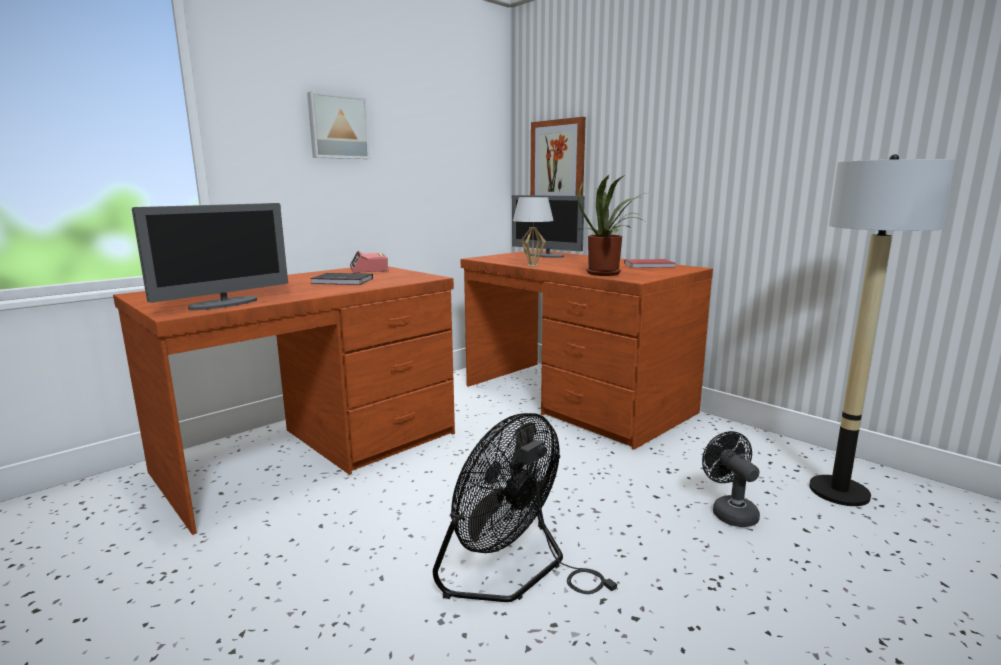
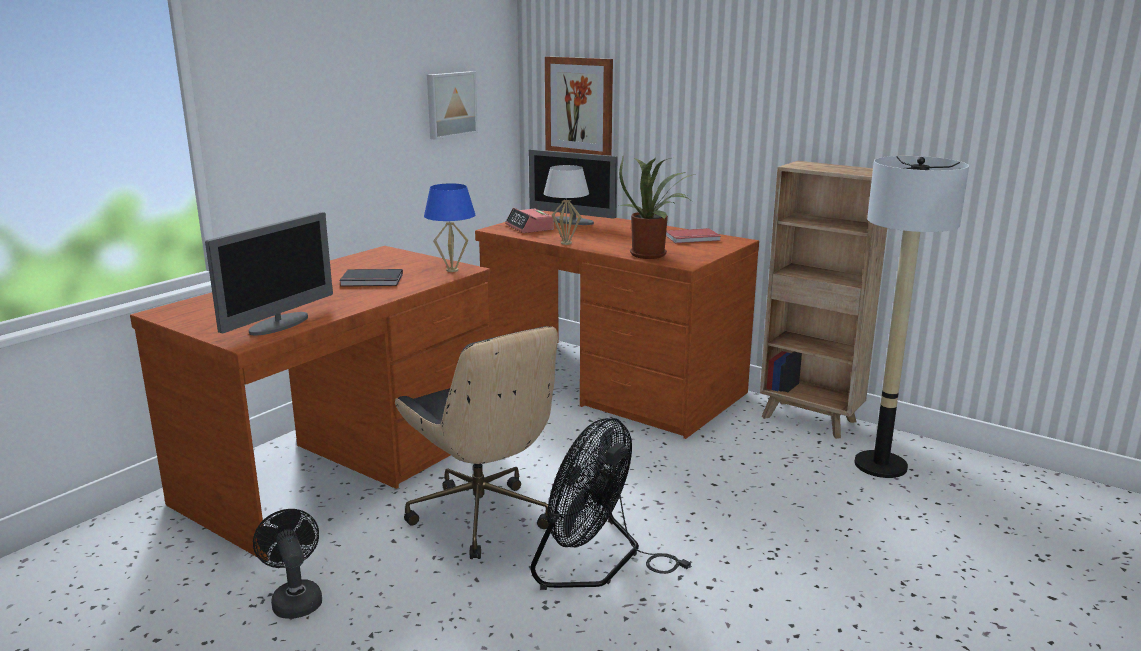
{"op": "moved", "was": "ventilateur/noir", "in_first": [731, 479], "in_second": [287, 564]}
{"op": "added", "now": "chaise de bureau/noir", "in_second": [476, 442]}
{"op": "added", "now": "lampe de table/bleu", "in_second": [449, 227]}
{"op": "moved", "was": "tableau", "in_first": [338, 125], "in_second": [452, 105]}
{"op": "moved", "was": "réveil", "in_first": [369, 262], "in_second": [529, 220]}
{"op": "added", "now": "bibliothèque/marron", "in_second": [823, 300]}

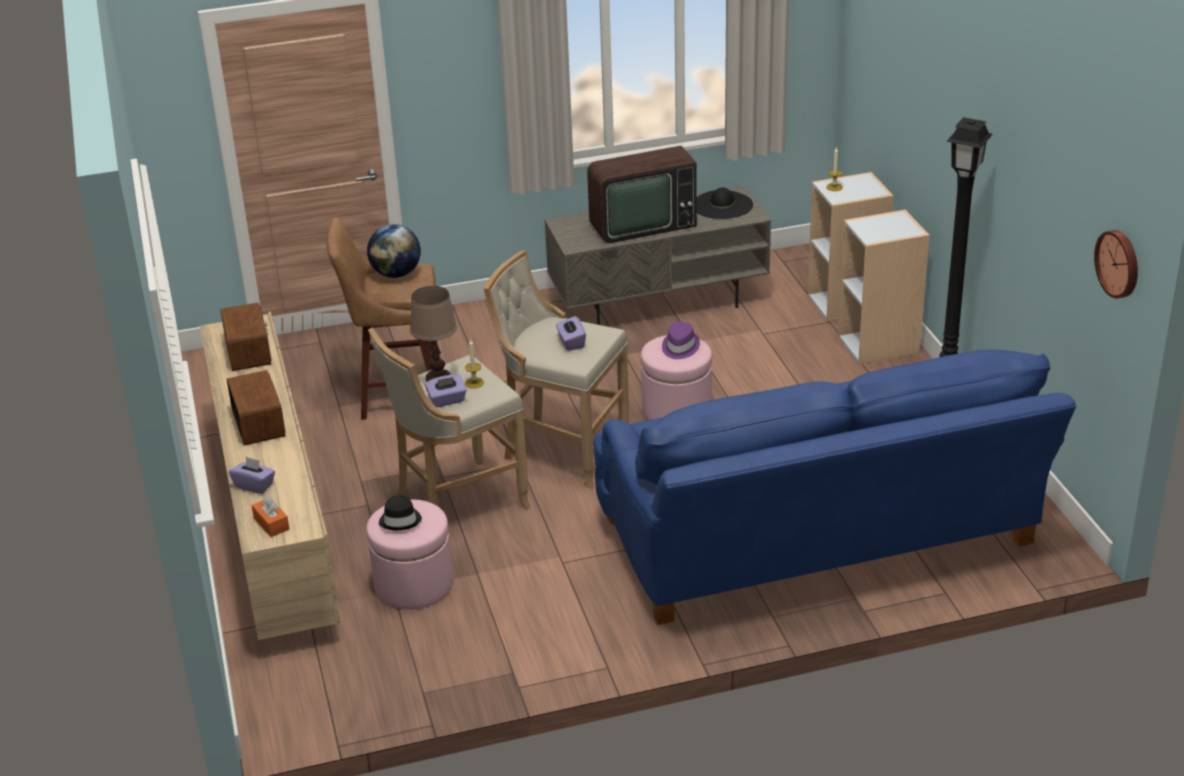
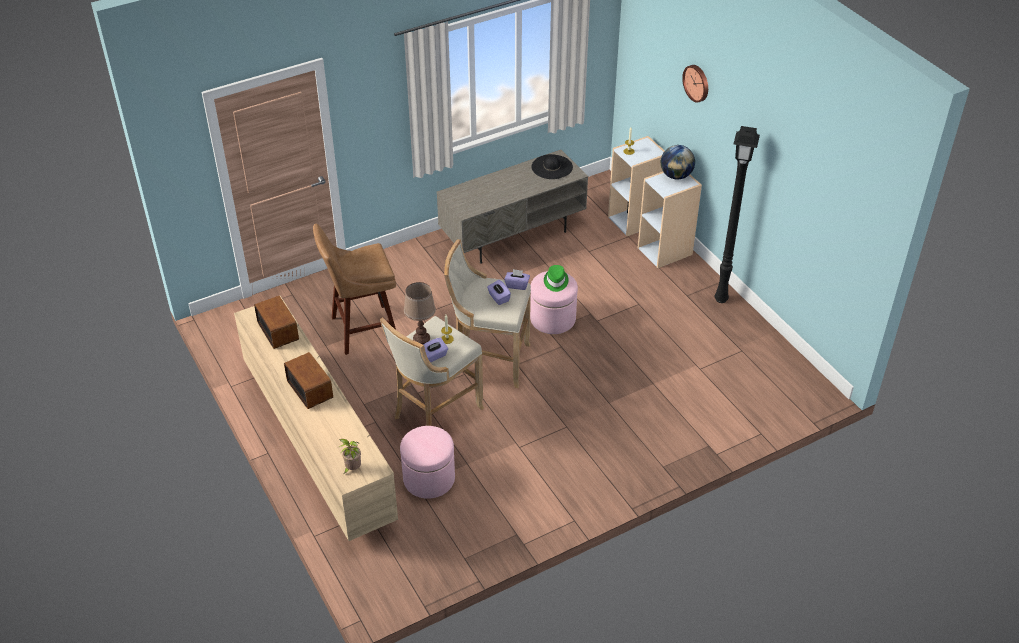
{"op": "replaced", "was": "boîte à mouchoirs/orange", "now": "plante en pot", "in_first": [270, 516], "in_second": [350, 456]}
{"op": "moved", "was": "boîte à mouchoirs/violet", "in_first": [252, 475], "in_second": [517, 279]}
{"op": "recoloured", "was": "chapeau/violet", "now": "chapeau/vert", "in_first": [681, 340], "in_second": [556, 278]}
{"op": "moved", "was": "globe", "in_first": [394, 251], "in_second": [678, 162]}
{"op": "moved", "was": "horloge murale", "in_first": [1116, 264], "in_second": [695, 84]}
{"op": "removed", "was": "chapeau/noir", "in_first": [400, 512]}
{"op": "removed", "was": "téléviseur", "in_first": [642, 194]}
{"op": "removed", "was": "canapé/bleu", "in_first": [834, 487]}

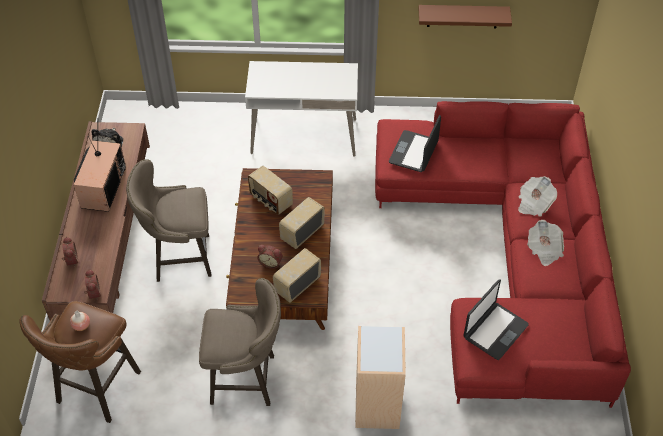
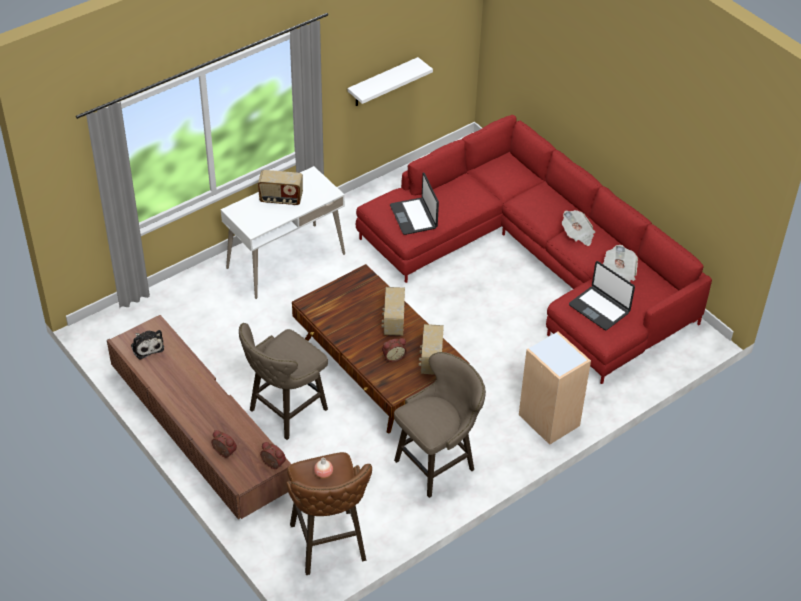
{"op": "moved", "was": "radio", "in_first": [270, 190], "in_second": [280, 187]}
{"op": "recoloured", "was": "étagère/marron", "now": "étagère/blanc", "in_first": [465, 16], "in_second": [390, 81]}
{"op": "turned", "was": "ordinateur portable", "in_first": [496, 319], "in_second": [602, 295], "clockwise": 135}
{"op": "moved", "was": "journal", "in_first": [537, 196], "in_second": [620, 263]}
{"op": "removed", "was": "téléviseur", "in_first": [100, 165]}

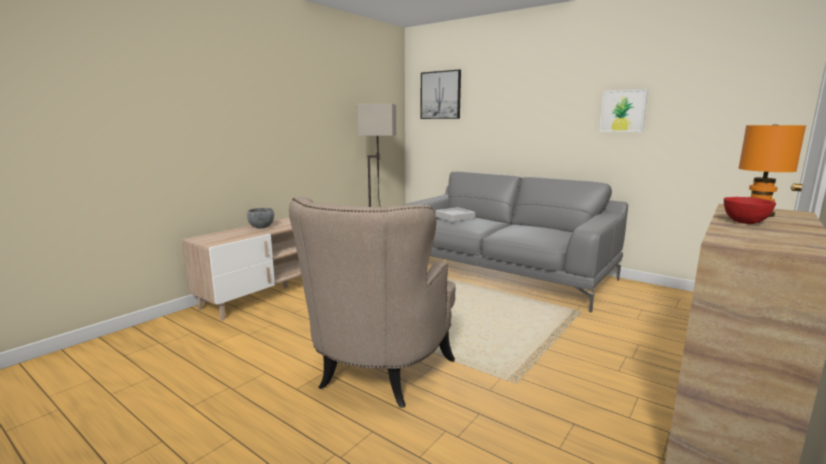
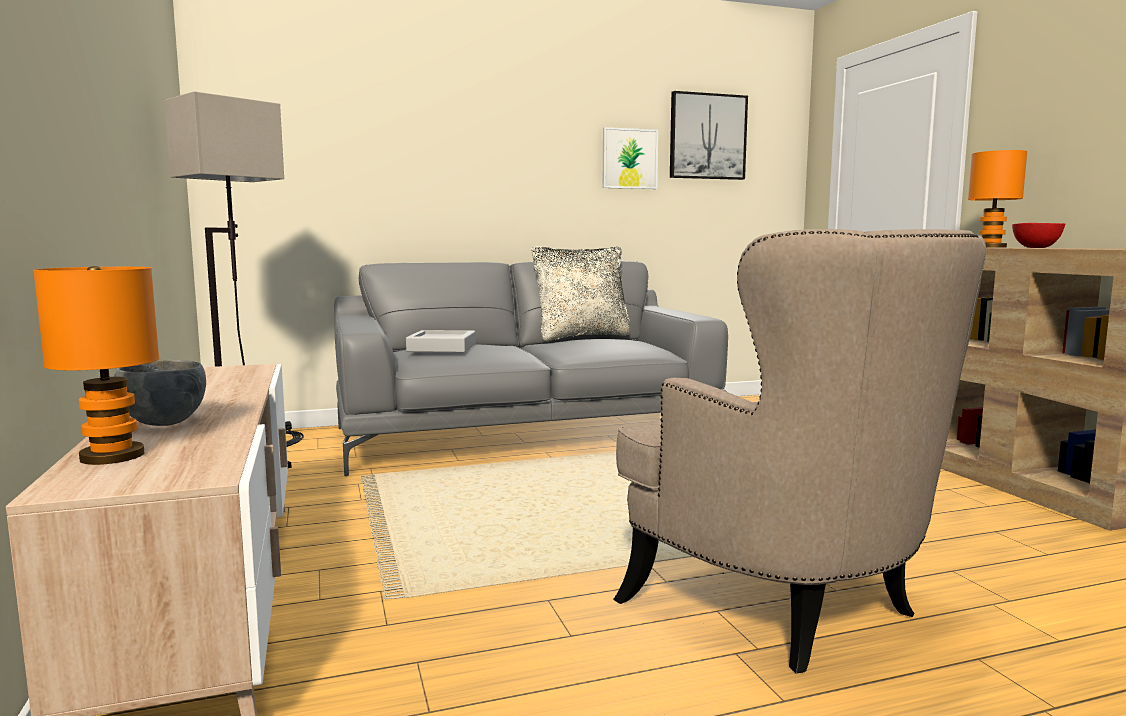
{"op": "added", "now": "lampe de table/orange", "in_second": [96, 365]}
{"op": "added", "now": "coussin/beige", "in_second": [580, 294]}
{"op": "moved", "was": "tableau", "in_first": [441, 94], "in_second": [709, 135]}

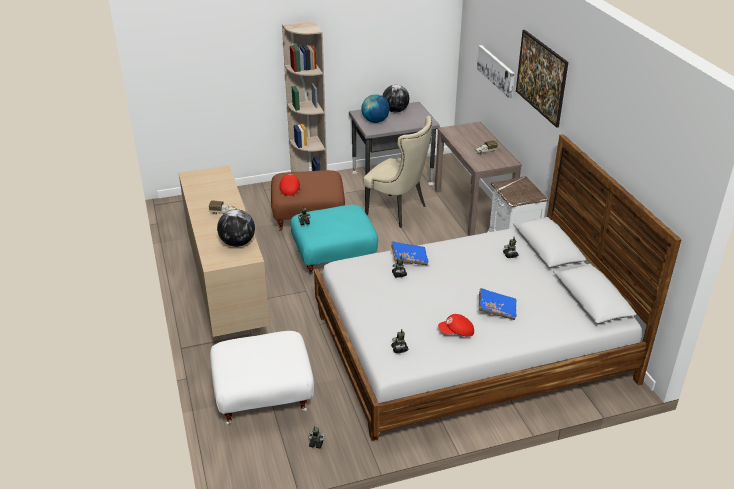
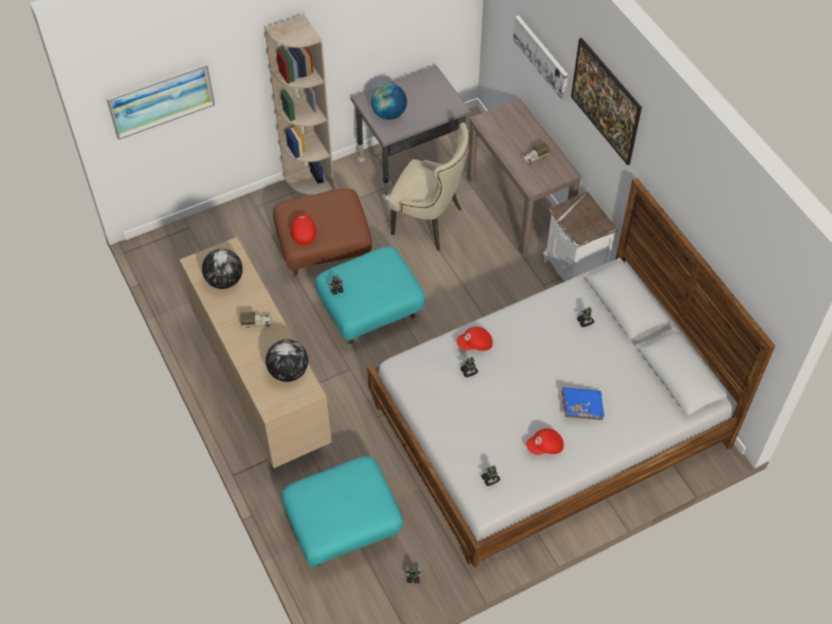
{"op": "added", "now": "tableau", "in_second": [160, 101]}
{"op": "moved", "was": "globe", "in_first": [396, 99], "in_second": [222, 269]}
{"op": "recoloured", "was": "pouf/blanc", "now": "pouf/turquoise", "in_first": [262, 377], "in_second": [342, 512]}
{"op": "replaced", "was": "livre/bleu", "now": "casquette/rouge", "in_first": [410, 254], "in_second": [474, 339]}

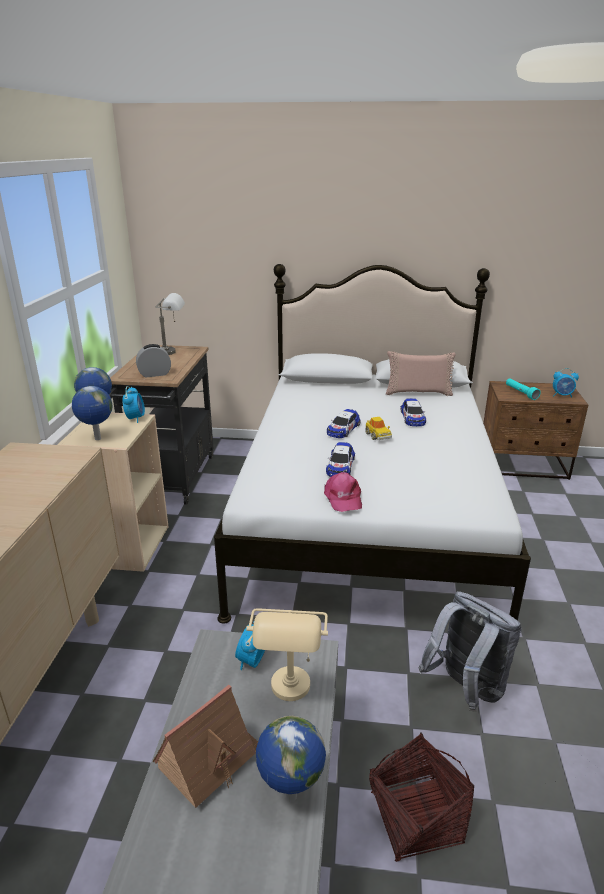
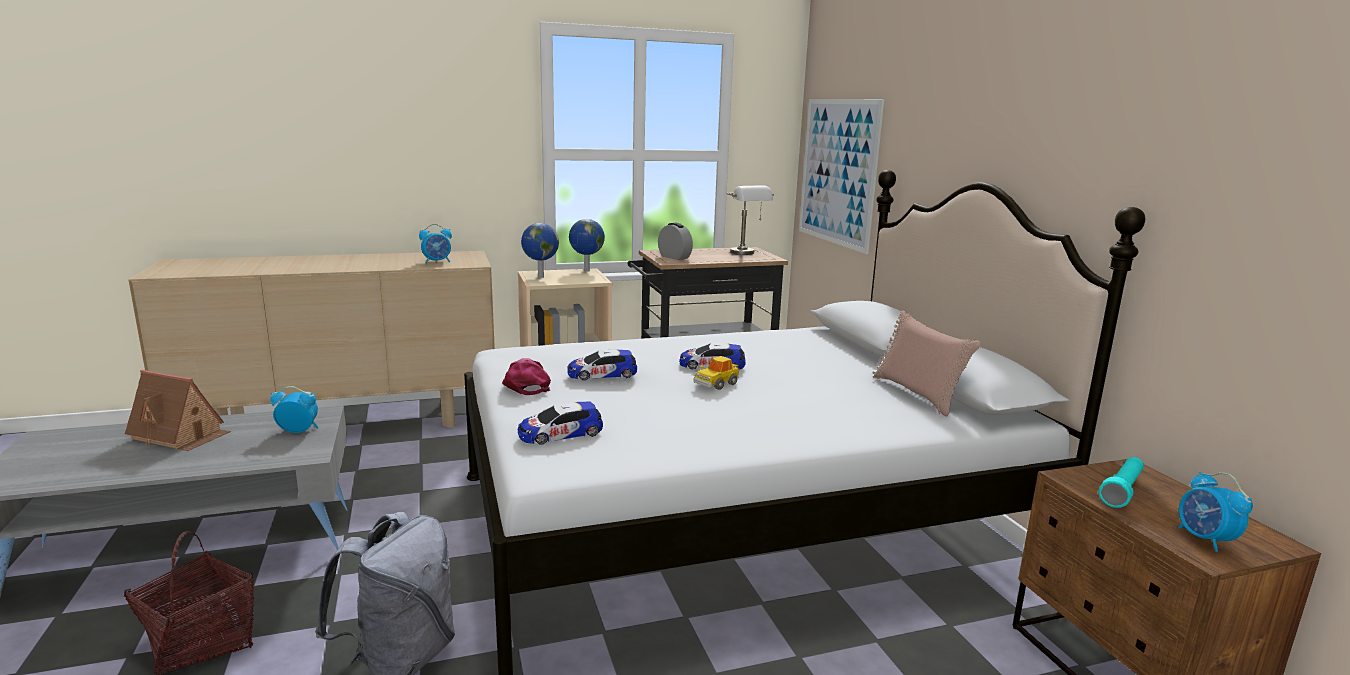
{"op": "moved", "was": "réveil", "in_first": [133, 404], "in_second": [435, 244]}
{"op": "turned", "was": "casquette/rose", "in_first": [343, 492], "in_second": [526, 376], "clockwise": 105}
{"op": "moved", "was": "petite voiture", "in_first": [413, 412], "in_second": [560, 423]}
{"op": "added", "now": "tableau", "in_second": [841, 176]}
{"op": "removed", "was": "lampe de table/beige", "in_first": [287, 654]}
{"op": "removed", "was": "globe", "in_first": [291, 758]}

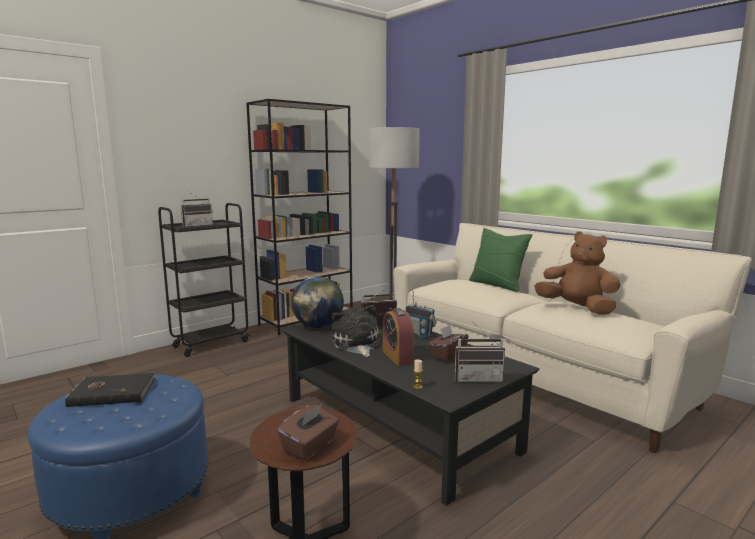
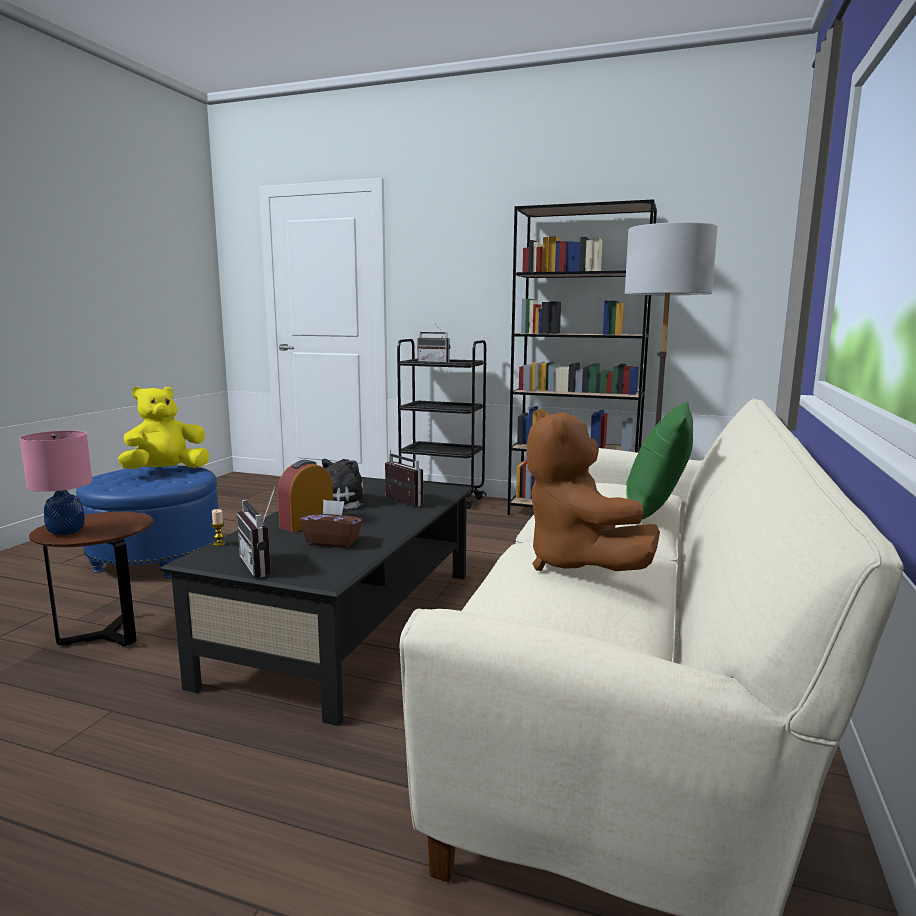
{"op": "replaced", "was": "boîte à mouchoirs/marron", "now": "lampe de table/rose", "in_first": [308, 432], "in_second": [56, 483]}
{"op": "replaced", "was": "livre/noir", "now": "peluche/jaune", "in_first": [110, 390], "in_second": [164, 427]}
{"op": "turned", "was": "peluche/marron", "in_first": [577, 273], "in_second": [593, 490], "clockwise": 150}
{"op": "removed", "was": "globe", "in_first": [317, 302]}
{"op": "removed", "was": "radio", "in_first": [421, 314]}

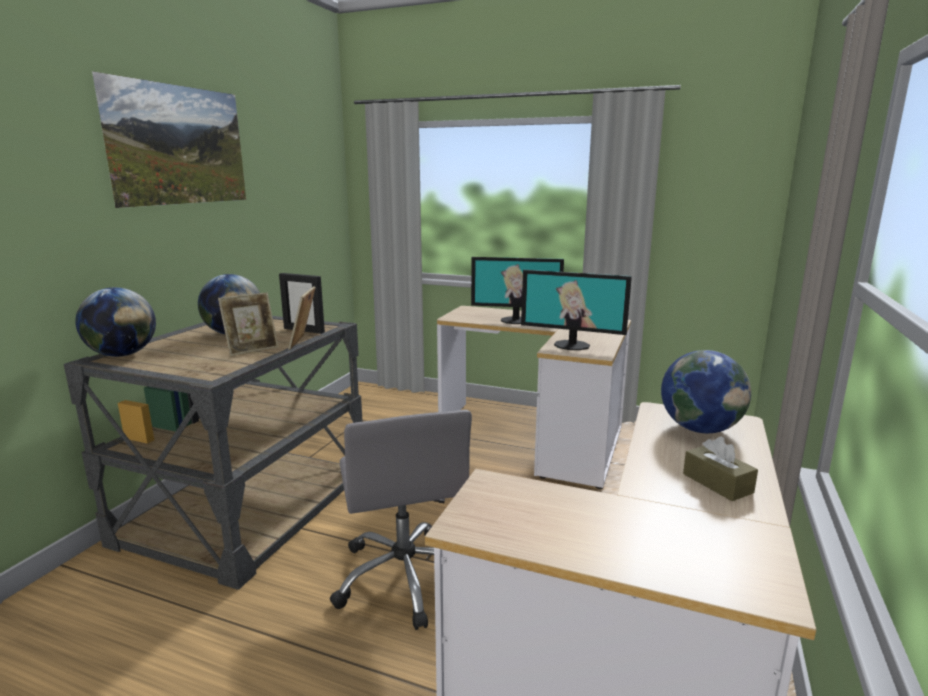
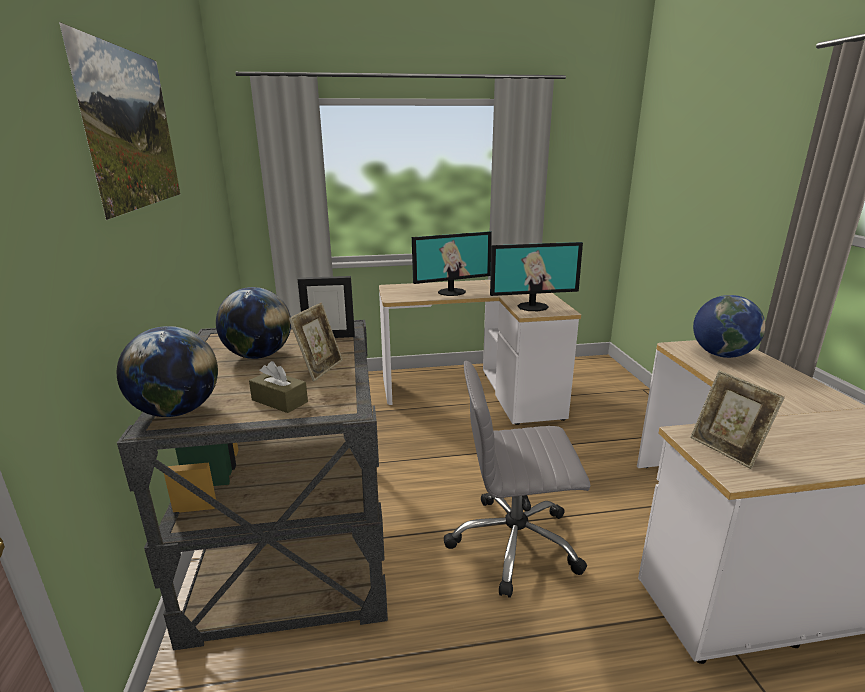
{"op": "moved", "was": "boîte à mouchoirs/marron", "in_first": [720, 469], "in_second": [278, 387]}
{"op": "turned", "was": "chaise de bureau/gris", "in_first": [401, 520], "in_second": [517, 479], "clockwise": 135}
{"op": "moved", "was": "cadre photo", "in_first": [301, 318], "in_second": [737, 419]}

